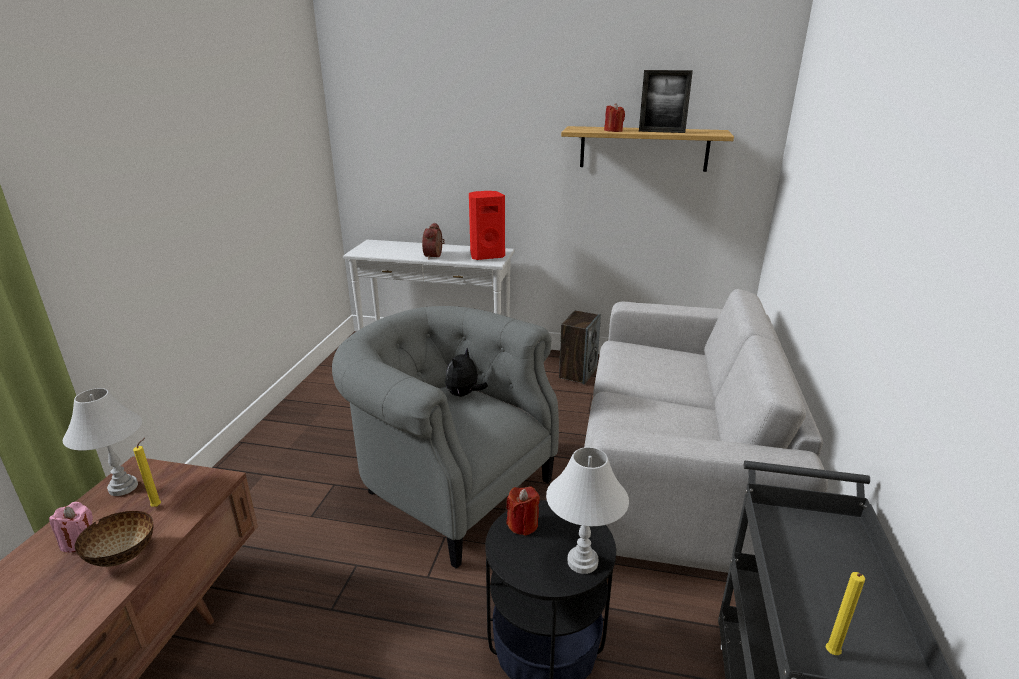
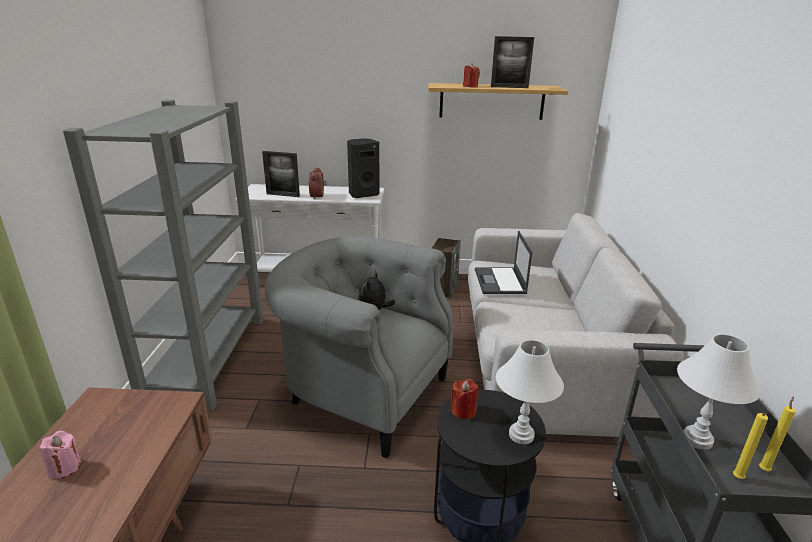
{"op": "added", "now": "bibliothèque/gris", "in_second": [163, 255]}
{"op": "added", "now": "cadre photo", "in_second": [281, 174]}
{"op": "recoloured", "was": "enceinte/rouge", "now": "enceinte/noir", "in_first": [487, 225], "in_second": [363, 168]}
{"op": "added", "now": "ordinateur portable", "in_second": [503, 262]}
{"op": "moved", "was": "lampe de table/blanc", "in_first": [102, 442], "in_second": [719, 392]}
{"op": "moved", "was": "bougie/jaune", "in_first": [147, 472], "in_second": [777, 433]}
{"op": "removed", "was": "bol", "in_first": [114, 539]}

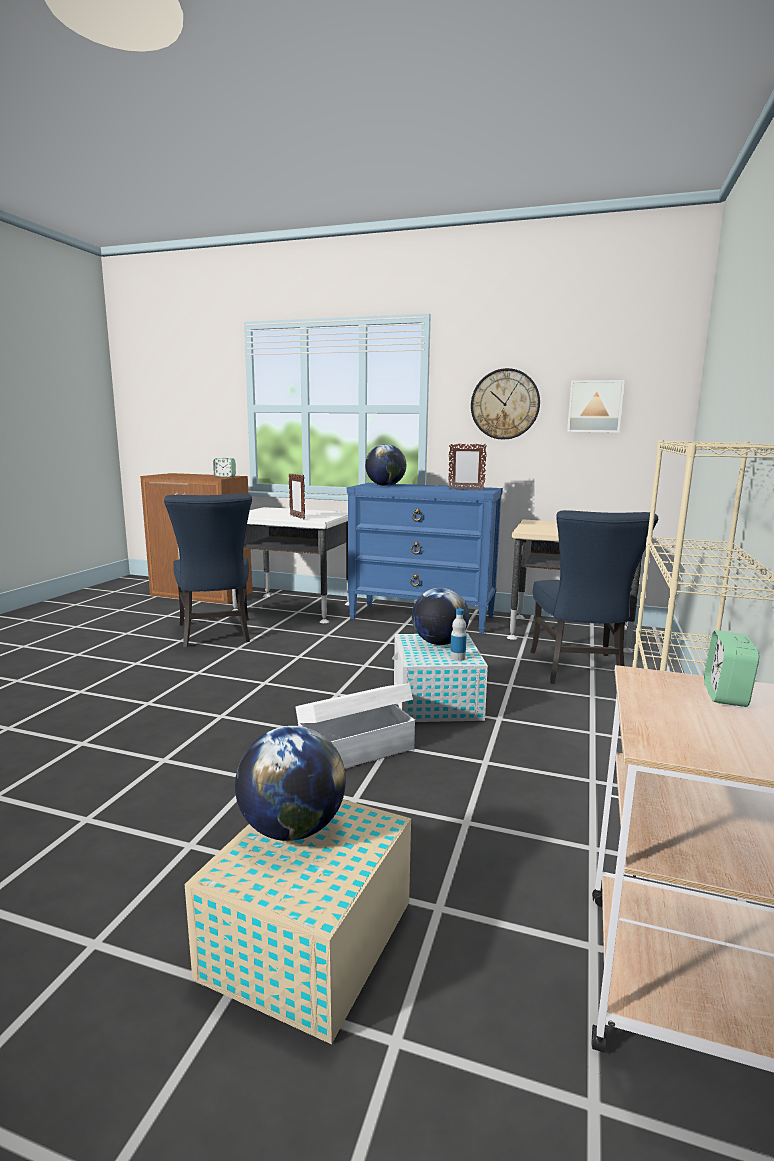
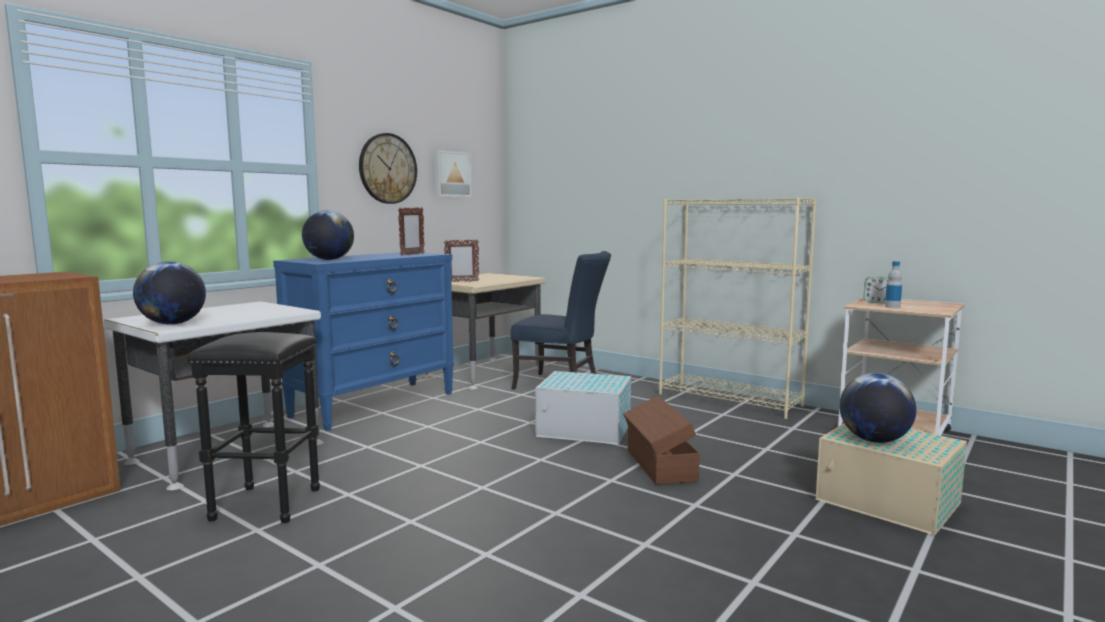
{"op": "moved", "was": "globe", "in_first": [440, 616], "in_second": [169, 293]}
{"op": "replaced", "was": "chaise/bleu", "now": "tabouret/noir", "in_first": [208, 571], "in_second": [253, 427]}
{"op": "moved", "was": "cadre photo", "in_first": [297, 496], "in_second": [461, 260]}
{"op": "recoloured", "was": "boîte de rangement/blanc", "now": "boîte de rangement/marron", "in_first": [355, 726], "in_second": [661, 440]}
{"op": "moved", "was": "bouteille", "in_first": [458, 635], "in_second": [893, 284]}
{"op": "removed", "was": "réveil", "in_first": [224, 467]}

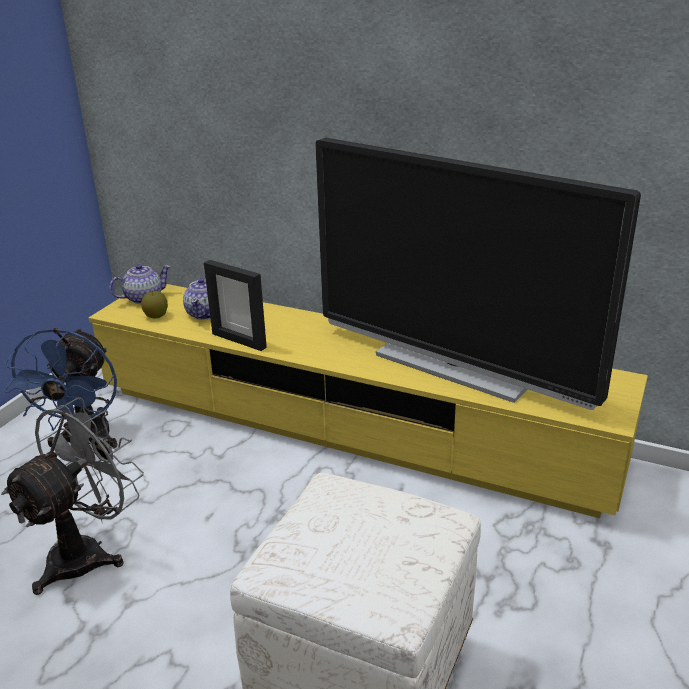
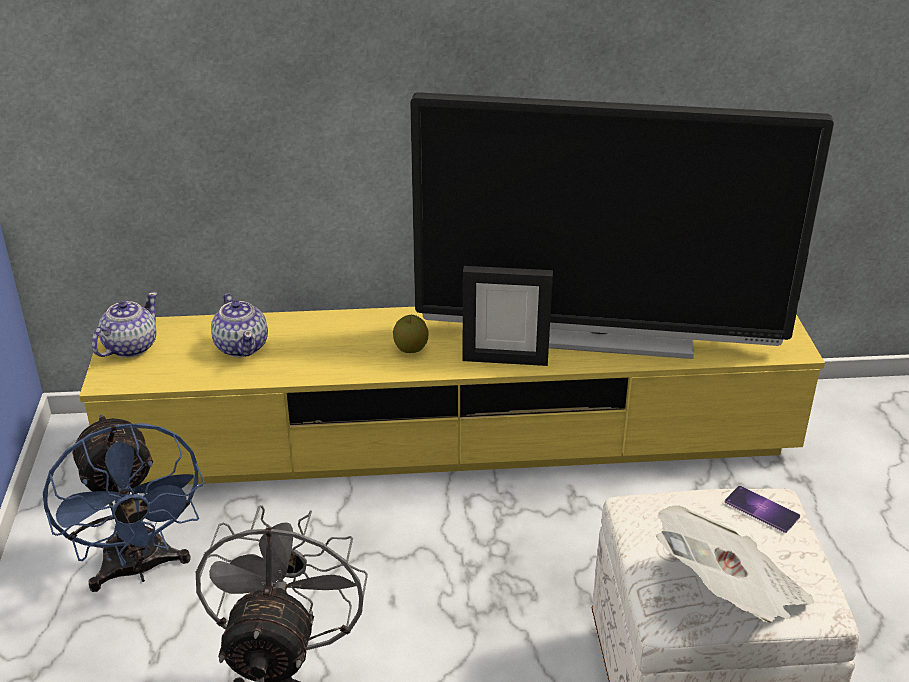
{"op": "moved", "was": "pomme", "in_first": [154, 305], "in_second": [411, 334]}
{"op": "moved", "was": "cadre photo", "in_first": [235, 305], "in_second": [507, 316]}
{"op": "added", "now": "journal", "in_second": [735, 564]}
{"op": "added", "now": "téléphone", "in_second": [762, 509]}

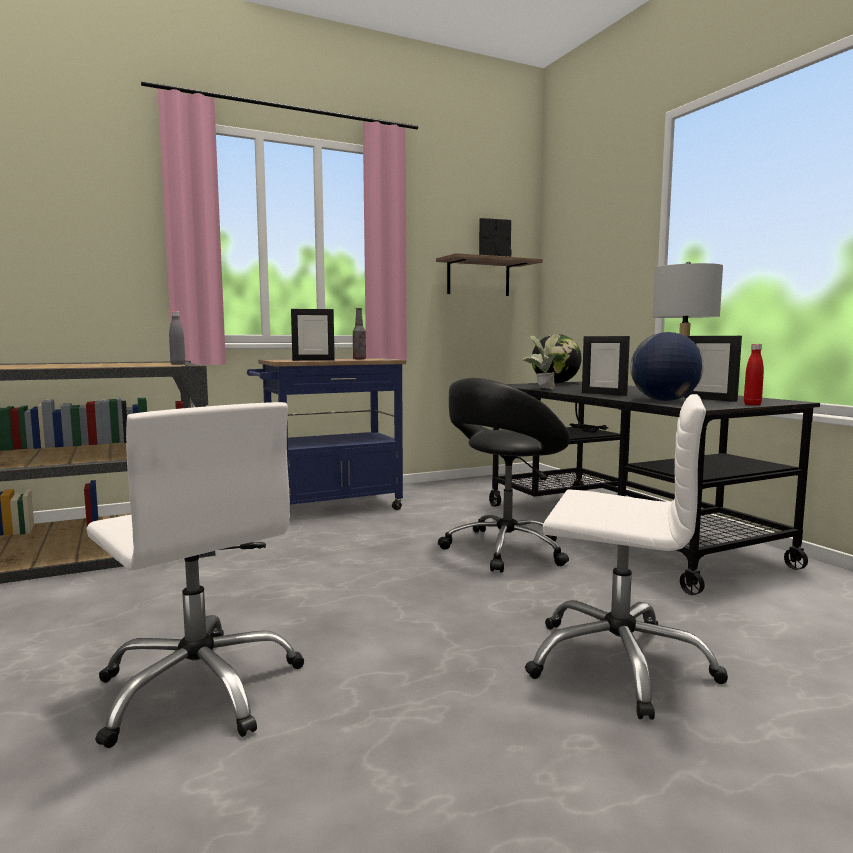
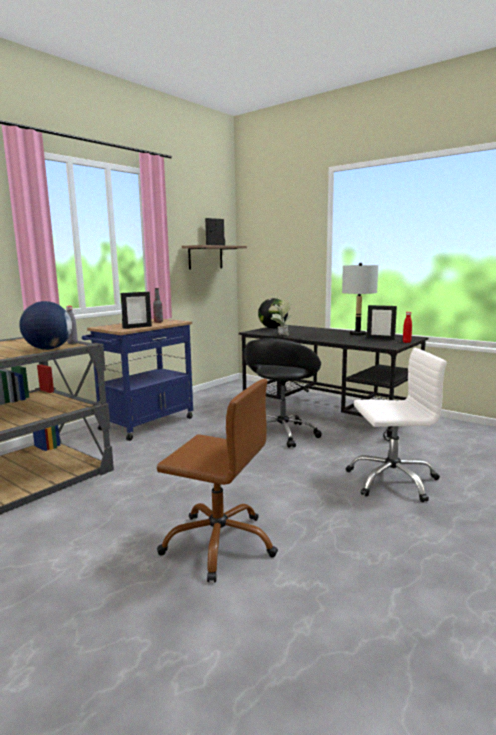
{"op": "moved", "was": "globe", "in_first": [667, 366], "in_second": [45, 325]}
{"op": "recoloured", "was": "chaise de bureau/blanc", "now": "chaise de bureau/marron", "in_first": [195, 575], "in_second": [217, 480]}
{"op": "removed", "was": "cadre photo", "in_first": [606, 366]}

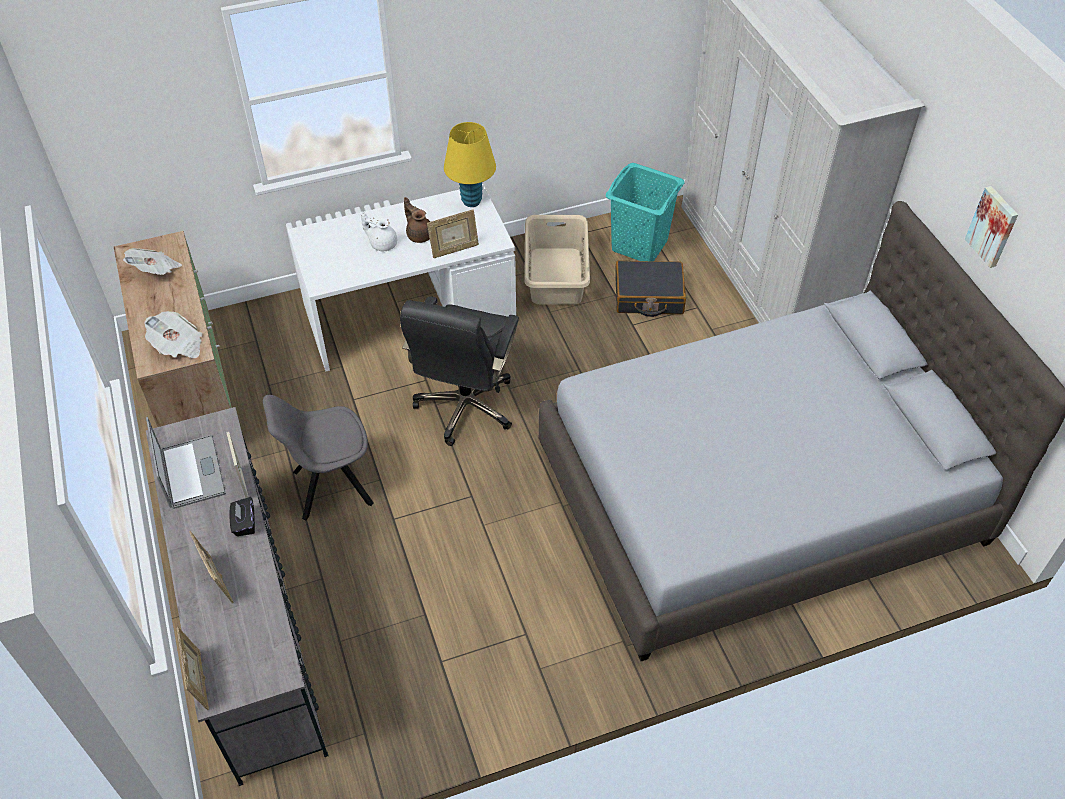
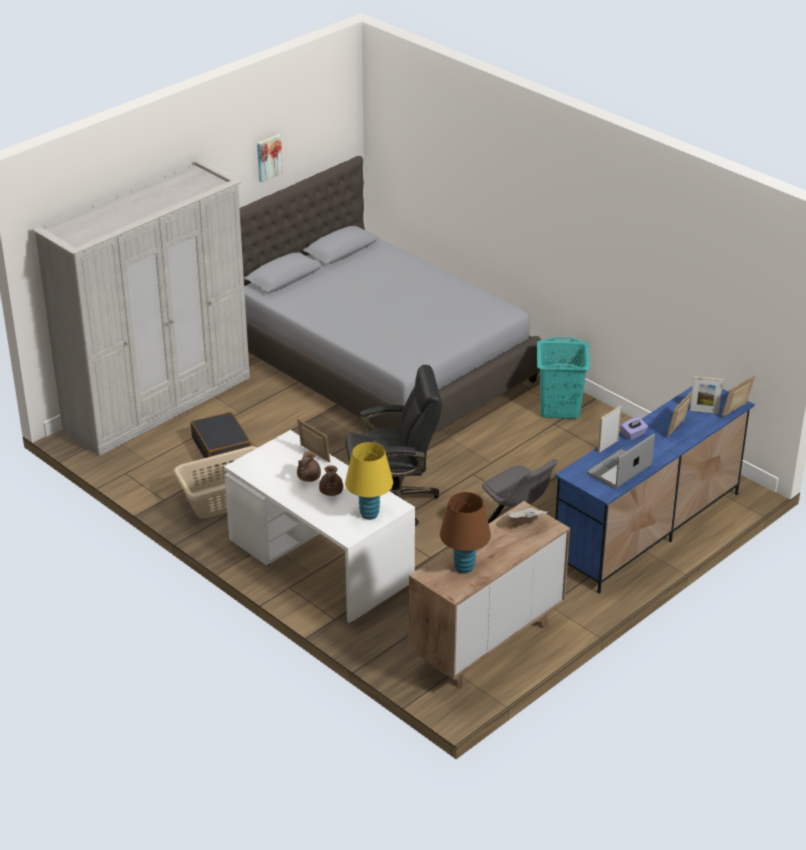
{"op": "recoloured", "was": "théière/blanc", "now": "théière/marron", "in_first": [379, 231], "in_second": [331, 480]}
{"op": "moved", "was": "lampe de table/jaune", "in_first": [470, 164], "in_second": [369, 481]}
{"op": "replaced", "was": "journal", "now": "lampe de table/marron", "in_first": [152, 261], "in_second": [465, 532]}
{"op": "moved", "was": "panier à linge/turquoise", "in_first": [645, 212], "in_second": [563, 378]}
{"op": "recoloured", "was": "commode/gris", "now": "commode/bleu", "in_first": [237, 596], "in_second": [655, 490]}
{"op": "recoloured", "was": "boîte à mouchoirs/noir", "now": "boîte à mouchoirs/violet", "in_first": [242, 516], "in_second": [634, 428]}
{"op": "added", "now": "cadre photo", "in_second": [706, 395]}

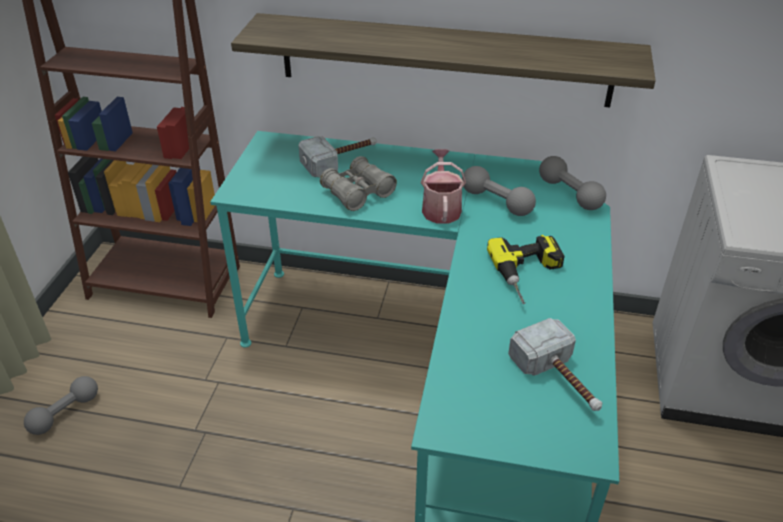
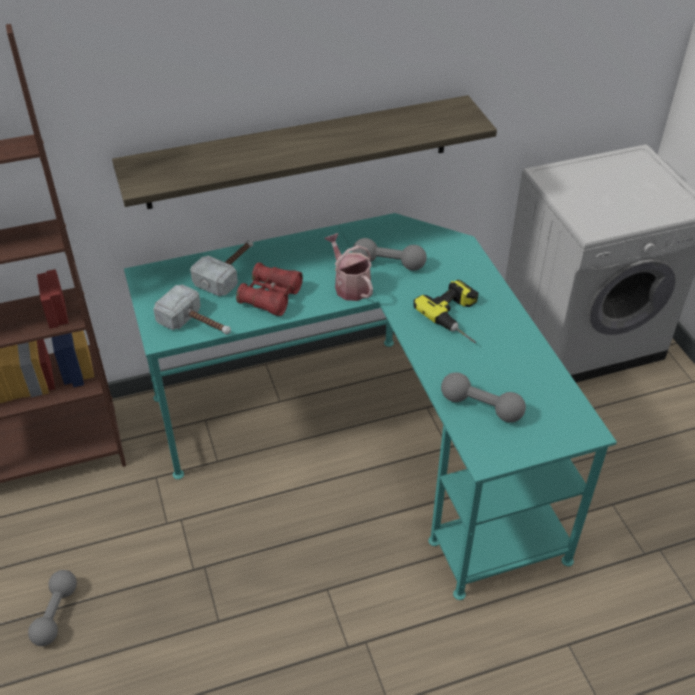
{"op": "moved", "was": "marteau", "in_first": [555, 364], "in_second": [192, 309]}
{"op": "recoloured", "was": "jumelles/gris", "now": "jumelles/rouge", "in_first": [358, 183], "in_second": [269, 289]}
{"op": "moved", "was": "haltère/gris", "in_first": [572, 183], "in_second": [483, 397]}

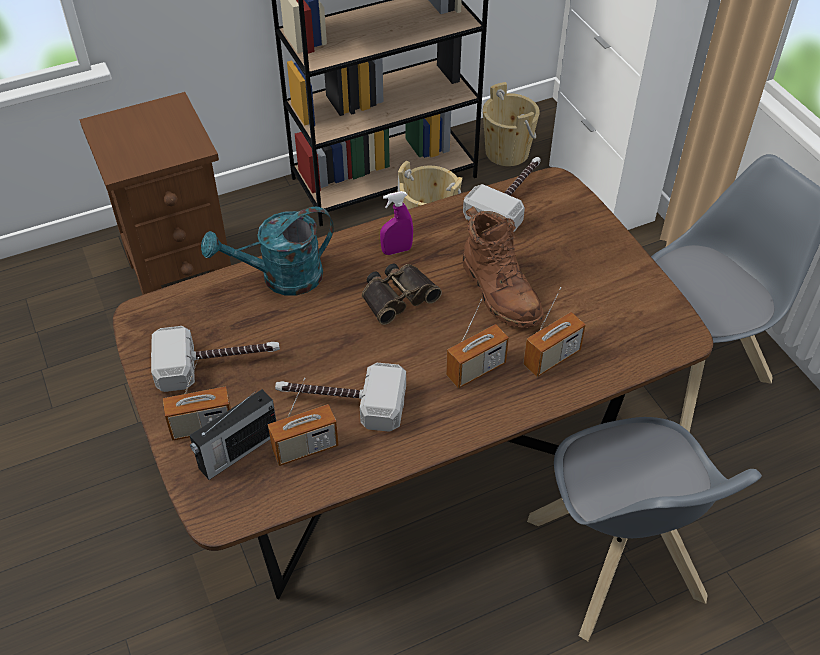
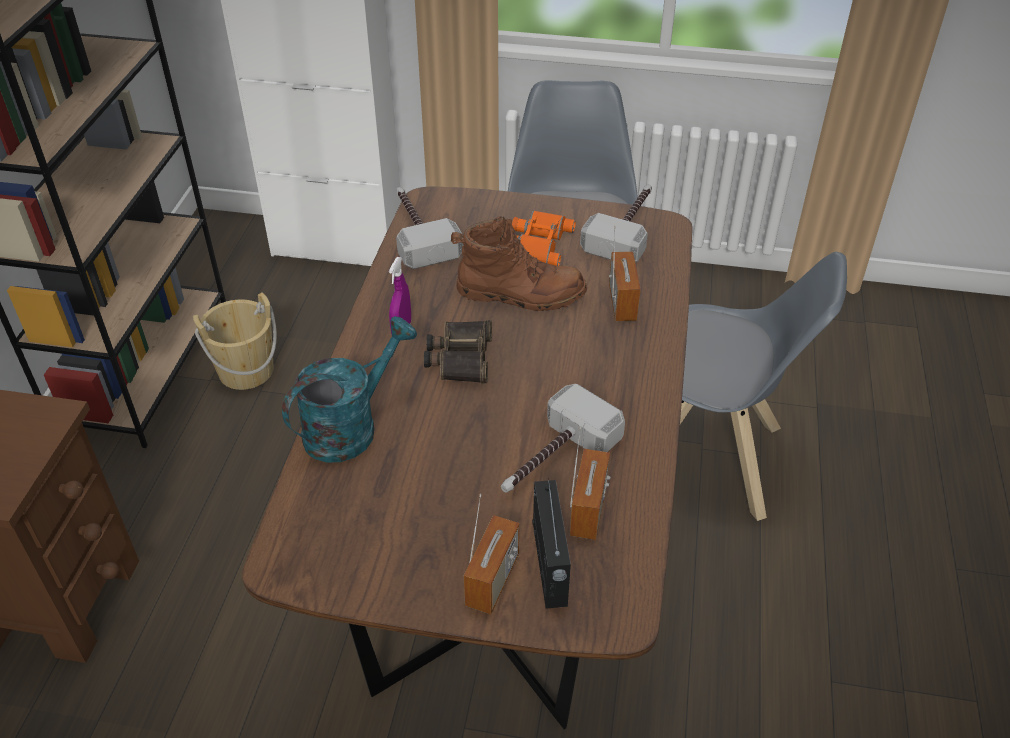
{"op": "turned", "was": "arrosoir/turquoise", "in_first": [267, 251], "in_second": [349, 389], "clockwise": -150}
{"op": "added", "now": "jumelles/orange", "in_second": [544, 238]}
{"op": "moved", "was": "marteau", "in_first": [215, 359], "in_second": [616, 223]}
{"op": "removed", "was": "radio", "in_first": [477, 344]}
{"op": "removed", "was": "seau/beige", "in_first": [511, 124]}

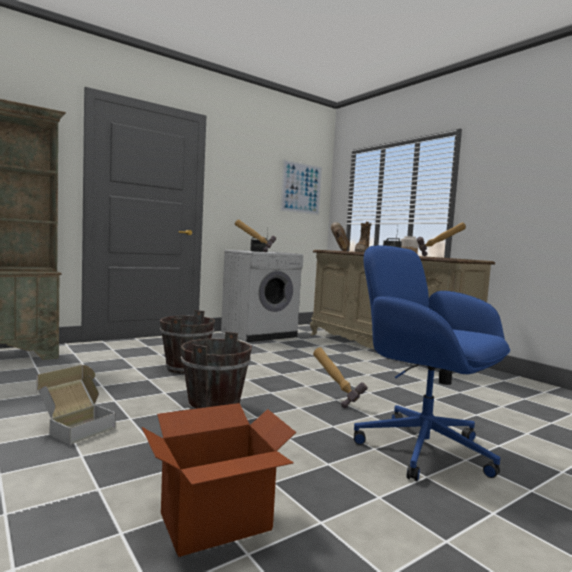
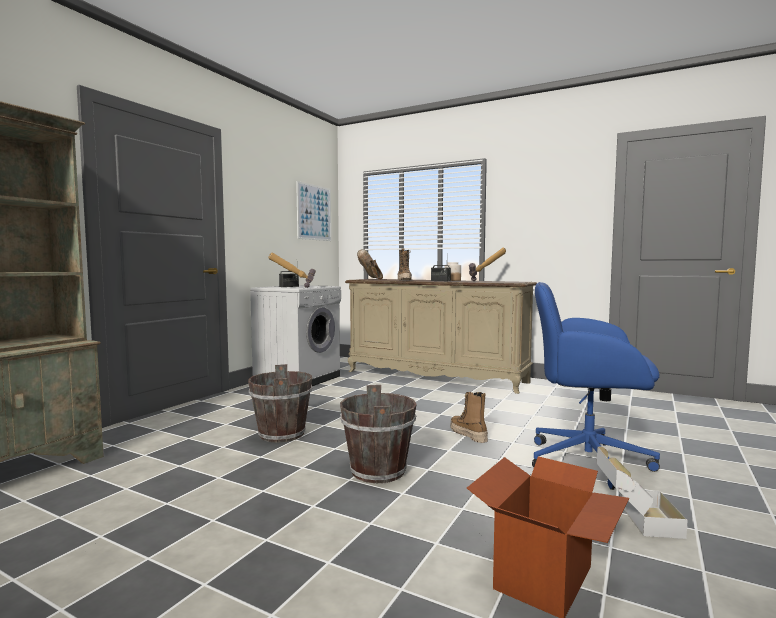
{"op": "replaced", "was": "marteau", "now": "botte", "in_first": [340, 377], "in_second": [469, 417]}
{"op": "moved", "was": "carton", "in_first": [76, 405], "in_second": [642, 493]}

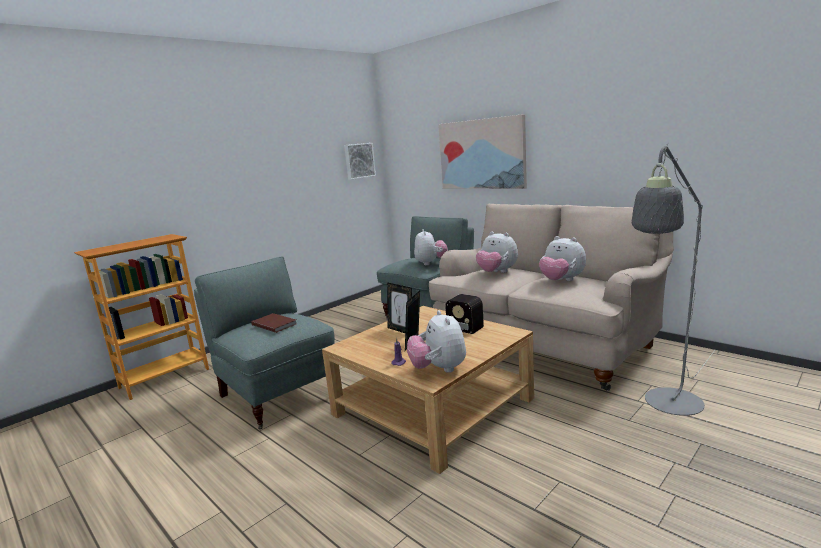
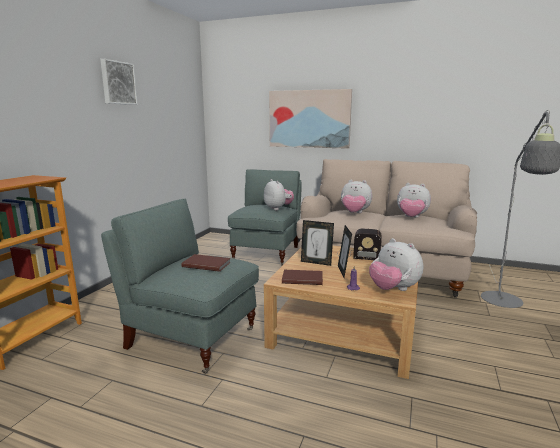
{"op": "moved", "was": "tableau", "in_first": [360, 161], "in_second": [119, 82]}
{"op": "added", "now": "livre/marron", "in_second": [302, 277]}

